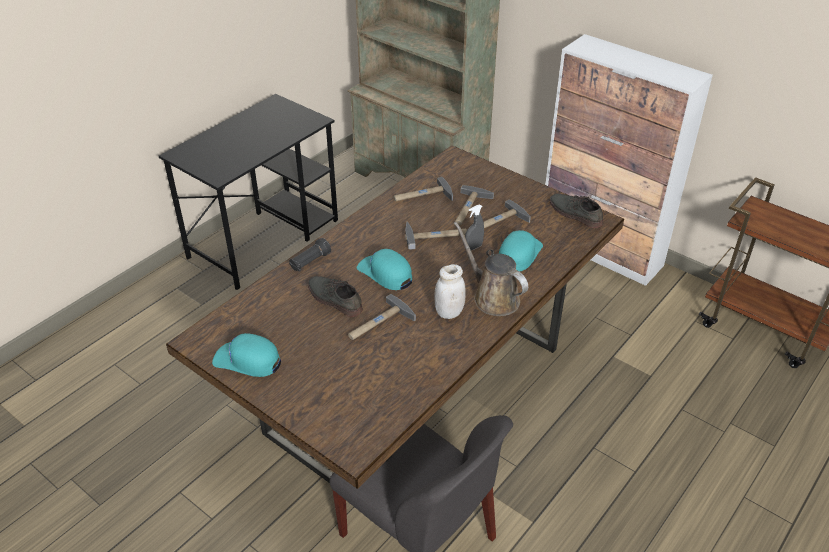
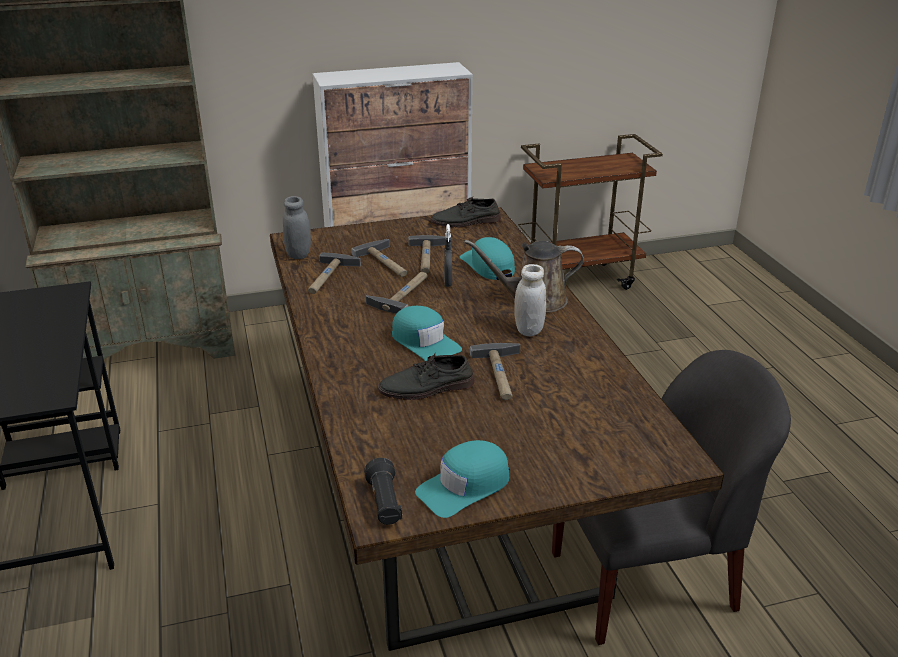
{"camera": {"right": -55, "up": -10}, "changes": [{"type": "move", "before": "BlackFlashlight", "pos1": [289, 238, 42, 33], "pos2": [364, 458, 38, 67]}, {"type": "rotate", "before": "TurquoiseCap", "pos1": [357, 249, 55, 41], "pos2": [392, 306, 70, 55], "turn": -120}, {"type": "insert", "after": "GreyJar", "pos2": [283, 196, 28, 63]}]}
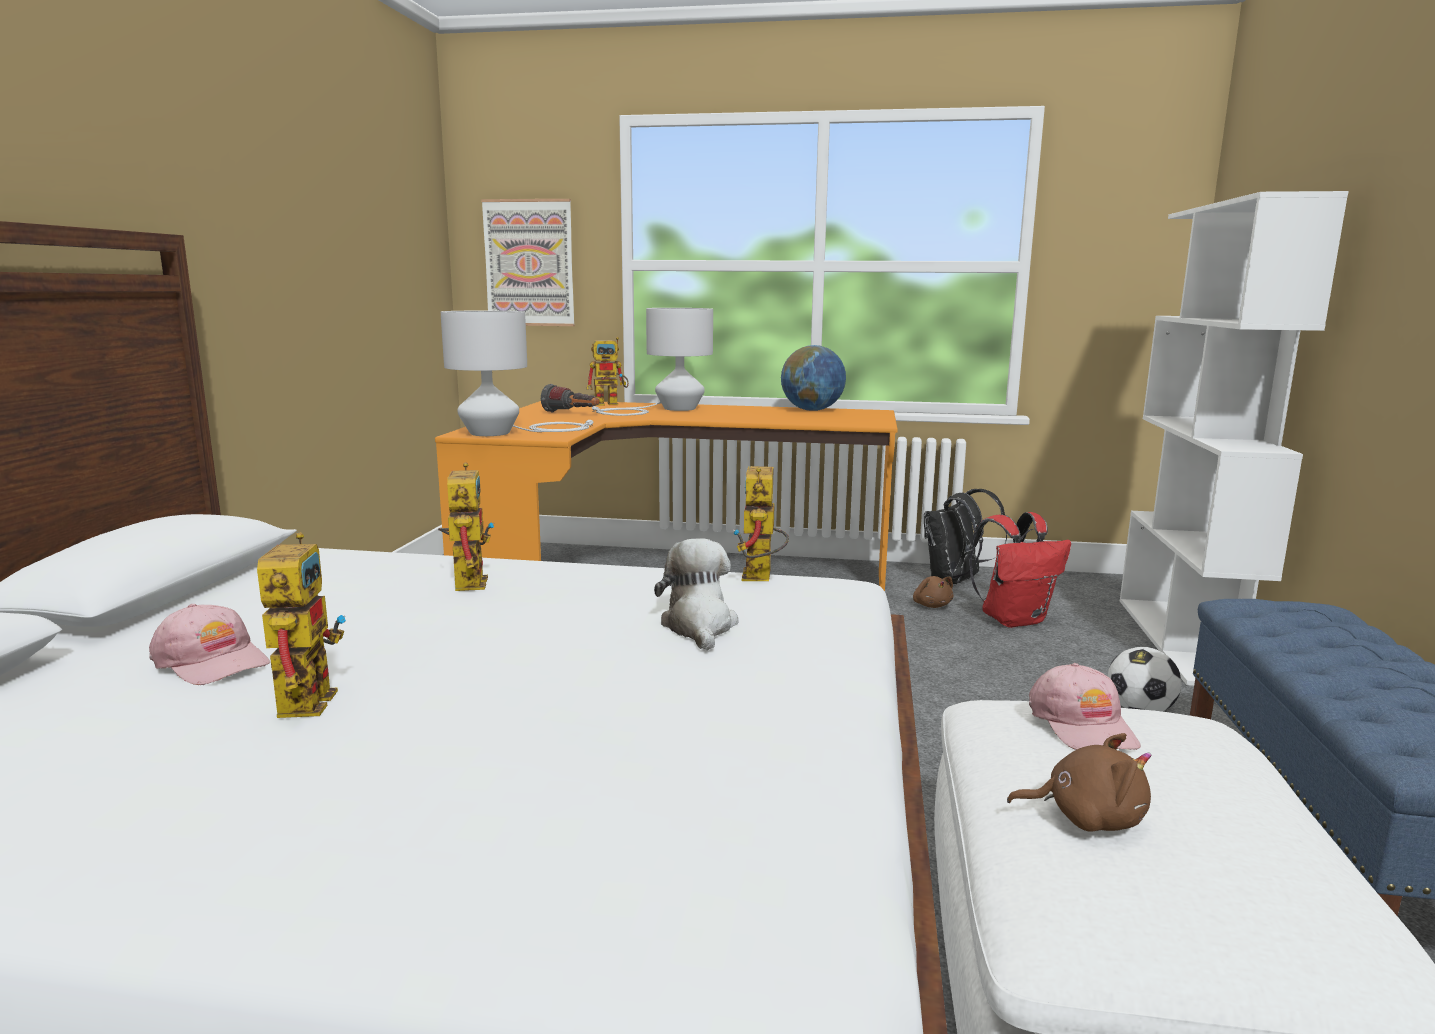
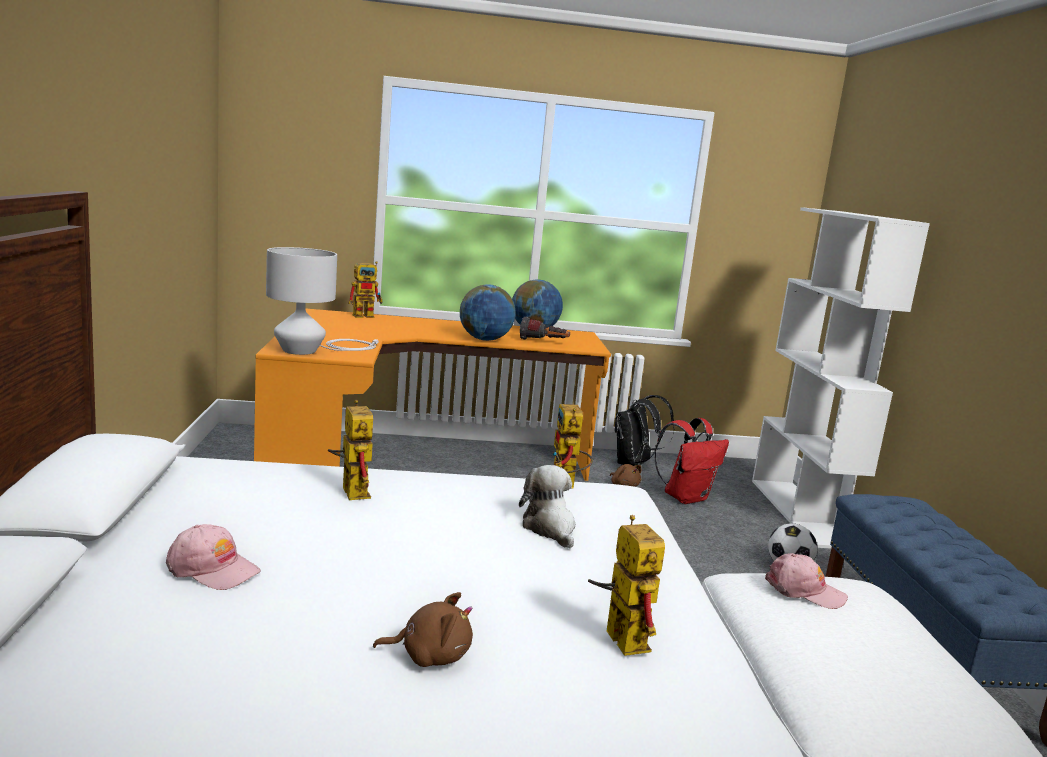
{"camera": {"right": -15, "up": 0}, "changes": [{"type": "delete", "before": "Picture", "pos1": [481, 199, 94, 127]}, {"type": "delete", "before": "WhiteTableLamp", "pos1": [592, 308, 121, 108]}, {"type": "move", "before": "Flashlight", "pos1": [541, 384, 58, 28], "pos2": [520, 317, 50, 23]}, {"type": "move", "before": "ToyRobot", "pos1": [257, 532, 89, 186], "pos2": [588, 515, 77, 141]}, {"type": "rotate", "before": "PinkCap", "pos1": [1029, 663, 112, 87], "pos2": [765, 553, 83, 56], "turn": -45}, {"type": "move", "before": "BrownPlushToy", "pos1": [1007, 733, 145, 99], "pos2": [373, 592, 100, 75]}, {"type": "insert", "after": "Globe", "pos2": [460, 284, 56, 57]}]}
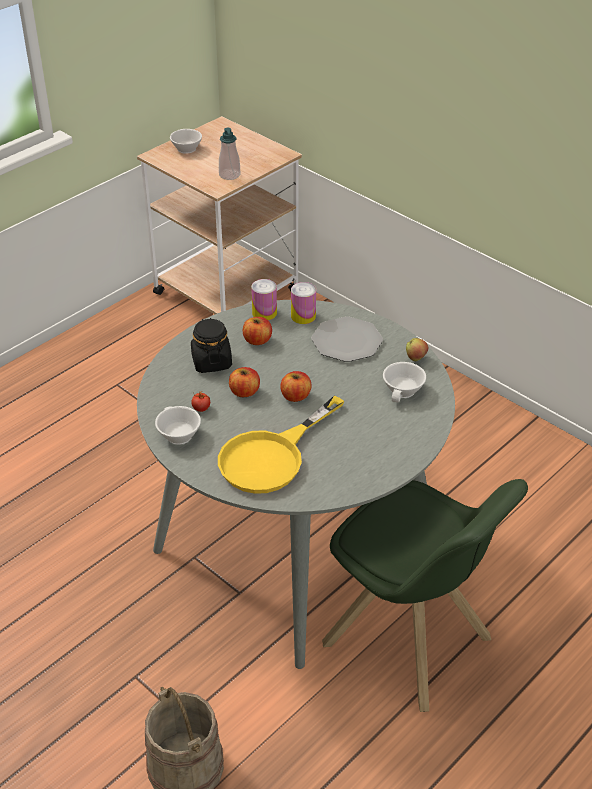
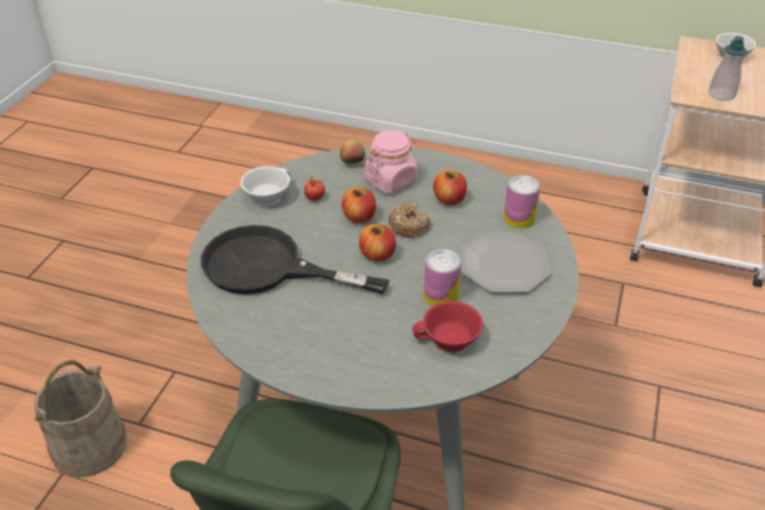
{"camera": {"right": 65, "up": 0}, "changes": [{"type": "move", "before": "Can", "pos1": [251, 279, 26, 41], "pos2": [424, 249, 38, 57]}, {"type": "recolor", "before": "BlackJar", "after": "PinkJar", "pos1": [191, 318, 41, 55], "pos2": [365, 130, 52, 64]}, {"type": "move", "before": "Apple", "pos1": [406, 338, 23, 23], "pos2": [340, 140, 25, 24]}, {"type": "recolor", "before": "WhiteCup", "after": "RedCup", "pos1": [383, 362, 43, 40], "pos2": [413, 301, 70, 51]}, {"type": "recolor", "before": "YellowFryingPan", "after": "BlackFryingPan", "pos1": [218, 396, 126, 98], "pos2": [201, 225, 188, 70]}, {"type": "insert", "after": "Donut", "pos2": [388, 203, 42, 35]}]}
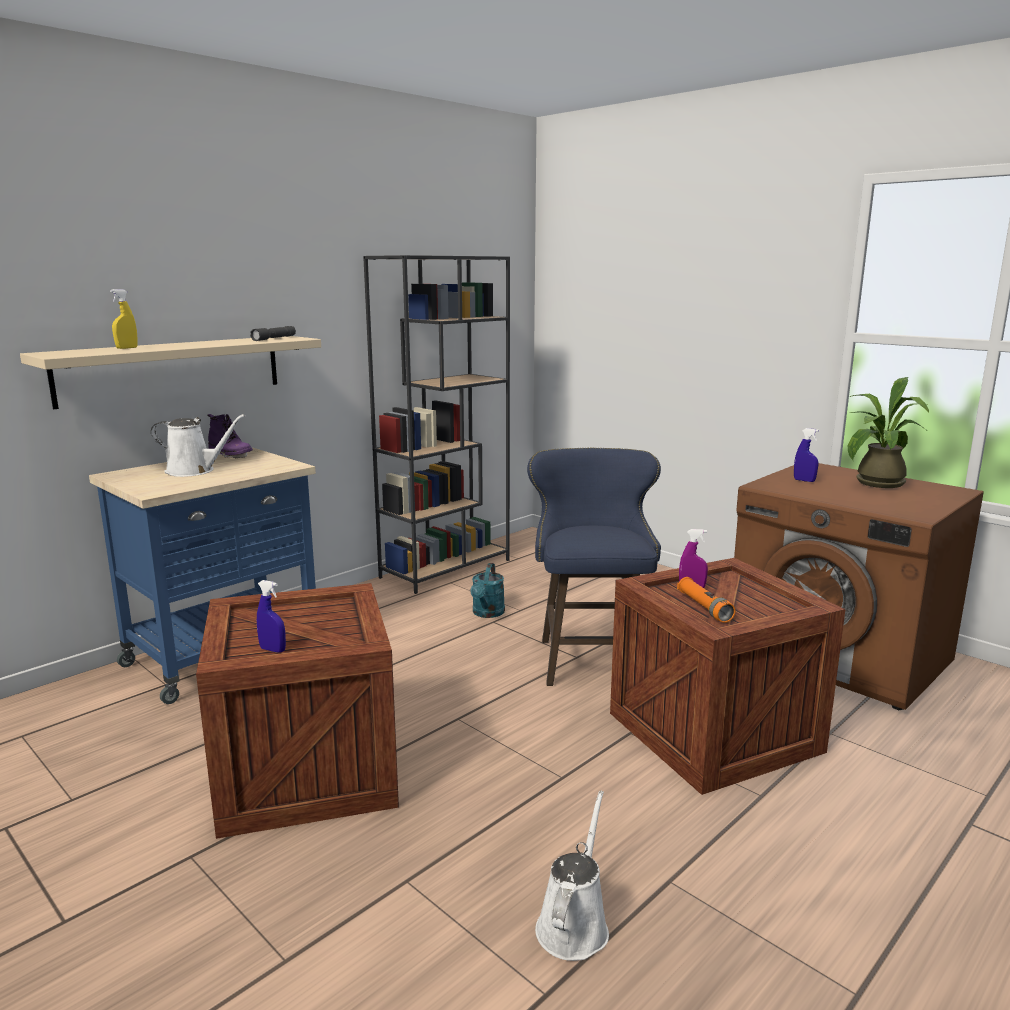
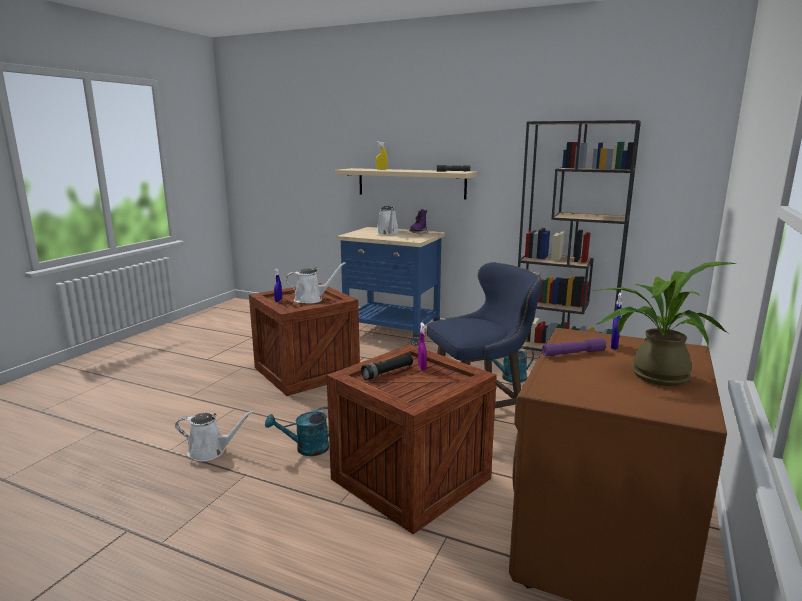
{"camera": {"right": 70, "up": 0}, "changes": [{"type": "recolor", "before": "OrangeFlashlight", "after": "BlackFlashlight", "pos1": [677, 577, 58, 46], "pos2": [361, 353, 52, 27]}, {"type": "insert", "after": "WhiteWateringCan", "pos2": [286, 262, 60, 42]}, {"type": "insert", "after": "PurpleFlashlight", "pos2": [542, 338, 64, 18]}, {"type": "insert", "after": "TurquoiseWateringCan", "pos2": [265, 407, 64, 49]}]}
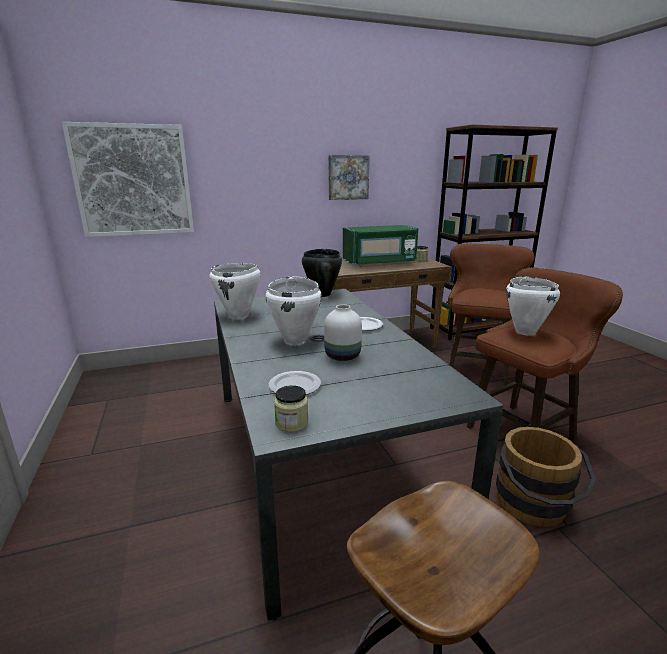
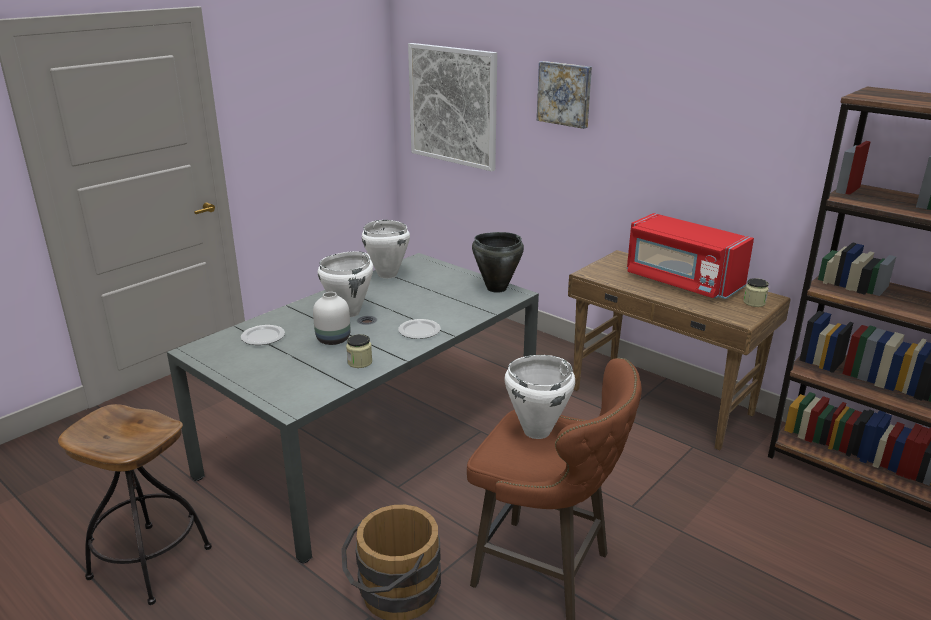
{"camera": {"right": 60, "up": 5}, "changes": [{"type": "move", "before": "Picture", "pos1": [329, 155, 41, 45], "pos2": [537, 61, 55, 68]}, {"type": "recolor", "before": "GreenMicrowave", "after": "RedMicrowave", "pos1": [343, 225, 75, 41], "pos2": [627, 213, 127, 86]}, {"type": "delete", "before": "BrownStool", "pos1": [448, 243, 87, 143]}, {"type": "move", "before": "Jar", "pos1": [274, 385, 34, 47], "pos2": [346, 334, 26, 34]}]}
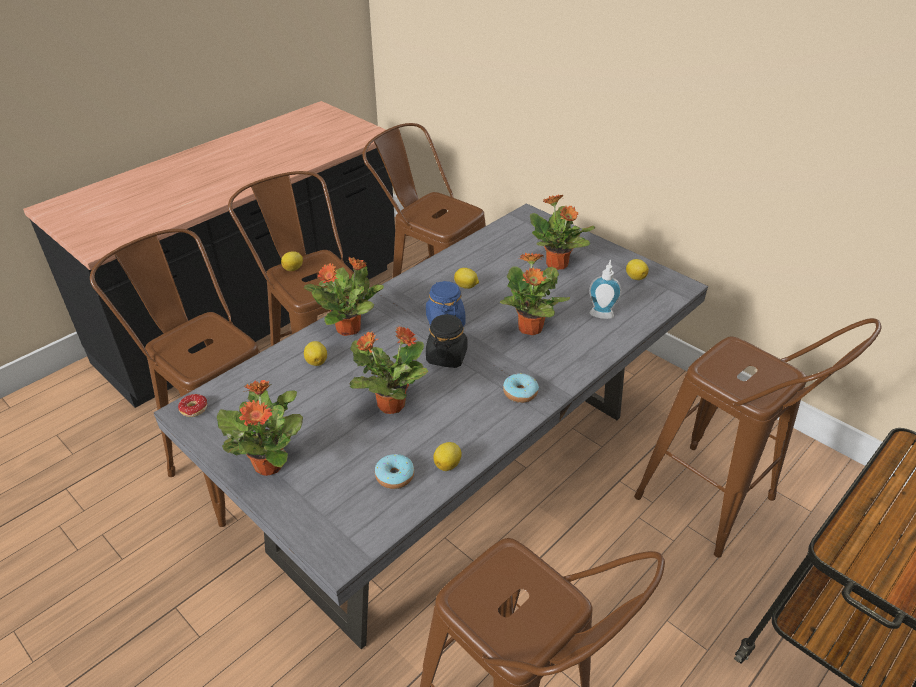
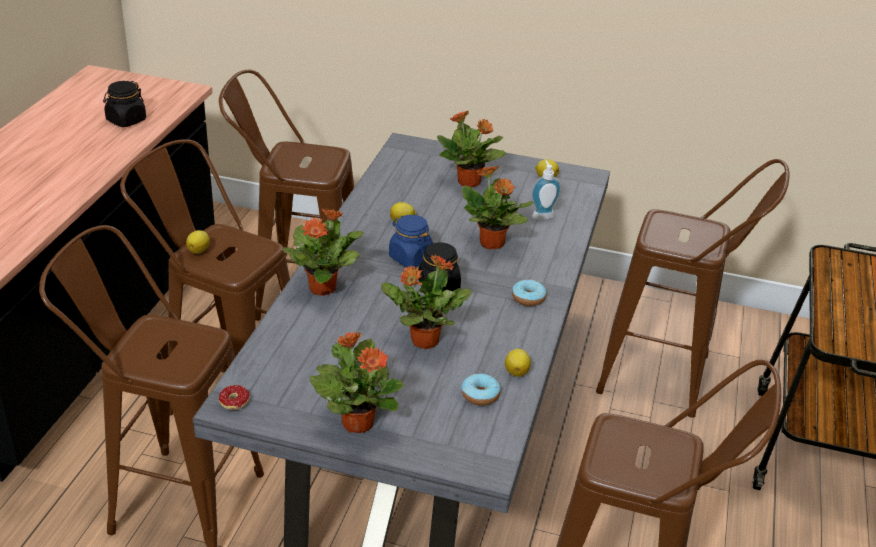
{"camera": {"right": -30, "up": -5}, "changes": [{"type": "delete", "before": "Lemon", "pos1": [304, 341, 23, 25]}, {"type": "insert", "after": "BlackJar", "pos2": [103, 81, 43, 46]}]}
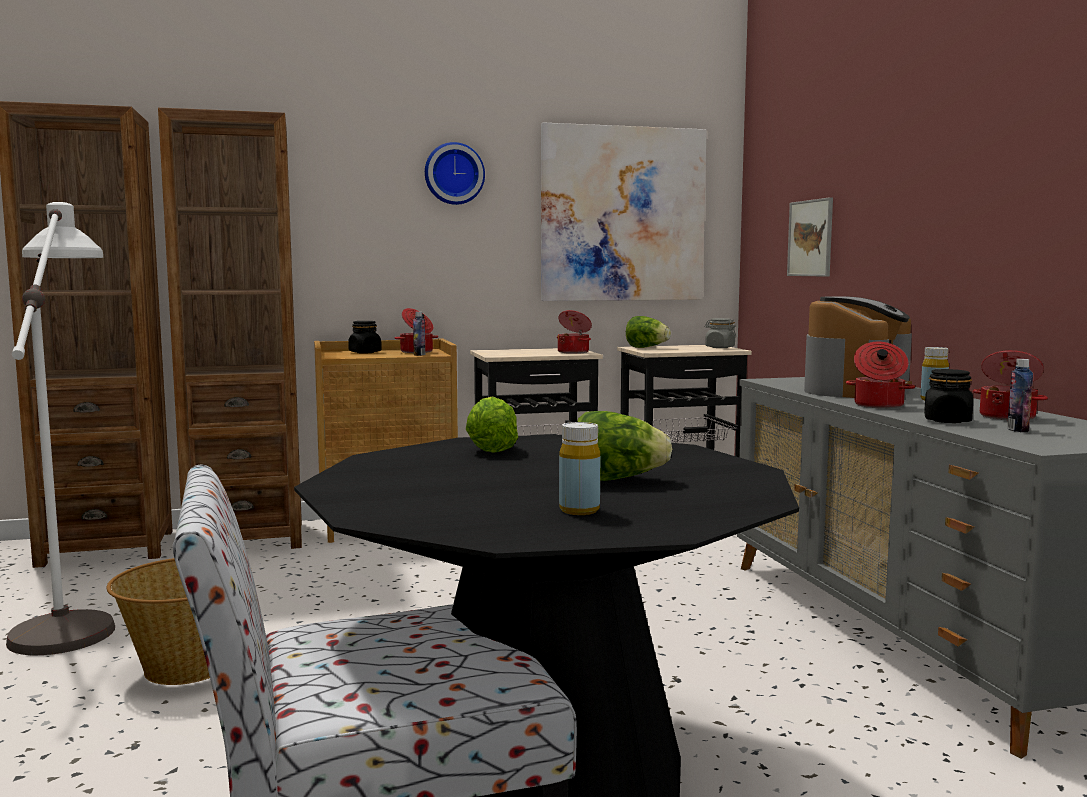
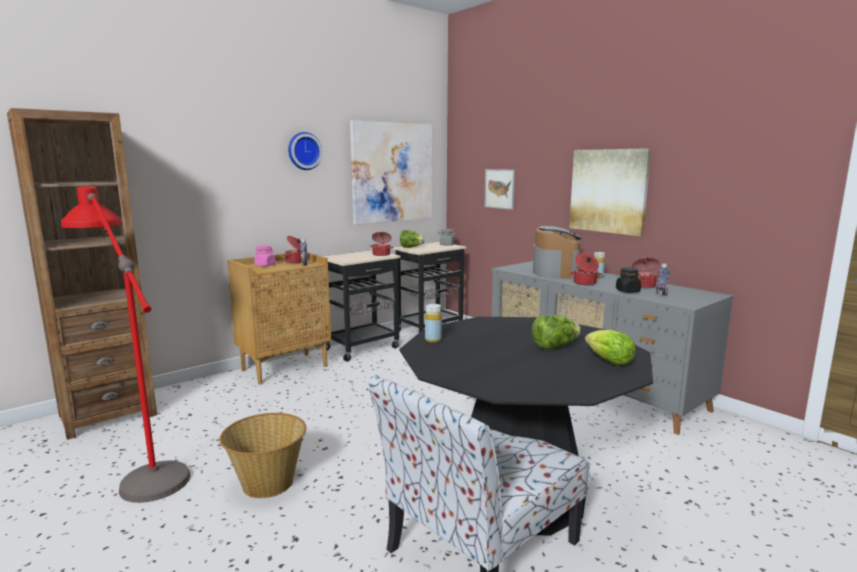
{"camera": {"right": -25, "up": 5}, "changes": [{"type": "delete", "before": "BrownBookcase", "pos1": [158, 107, 144, 442]}, {"type": "recolor", "before": "WhiteFloorLamp", "after": "RedFloorLamp", "pos1": [6, 202, 109, 453], "pos2": [61, 186, 129, 317]}, {"type": "recolor", "before": "BlackJar", "after": "PinkJar", "pos1": [348, 321, 34, 33], "pos2": [254, 245, 22, 21]}, {"type": "move", "before": "Lettuce", "pos1": [466, 396, 52, 57], "pos2": [585, 330, 51, 35]}, {"type": "move", "before": "YellowBottle", "pos1": [559, 422, 41, 93], "pos2": [425, 304, 17, 39]}, {"type": "insert", "after": "Picture", "pos2": [569, 148, 82, 88]}]}
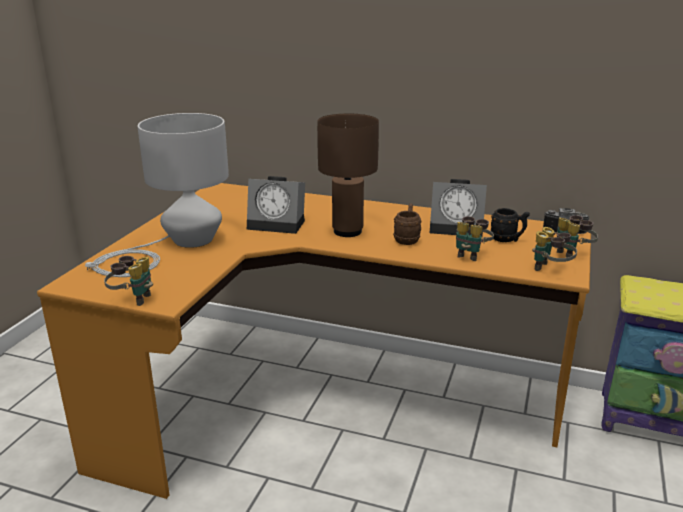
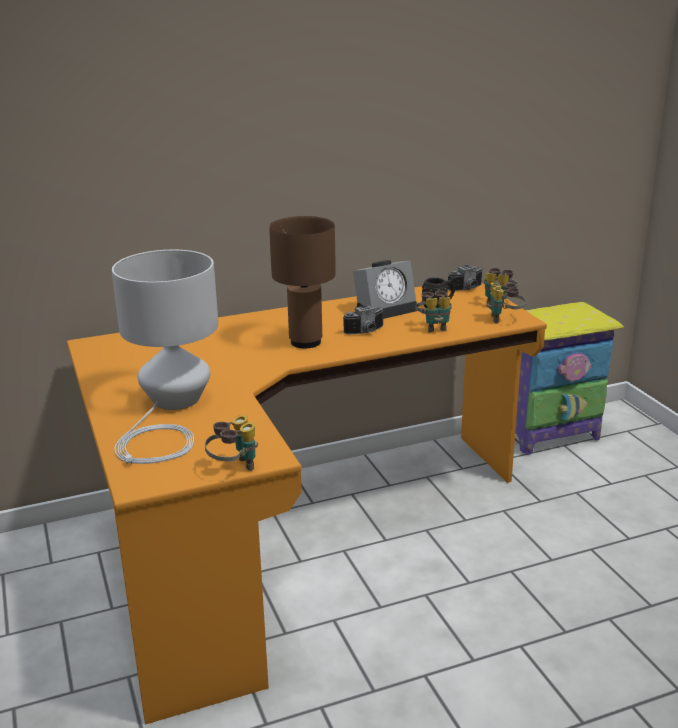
{"camera": {"right": -40, "up": 0}, "changes": [{"type": "delete", "before": "AlarmClock", "pos1": [247, 176, 58, 58]}, {"type": "replace", "before": "BrownMug", "after": "PhotoCamera", "pos1": [393, 203, 29, 42], "pos2": [343, 305, 41, 29]}]}
